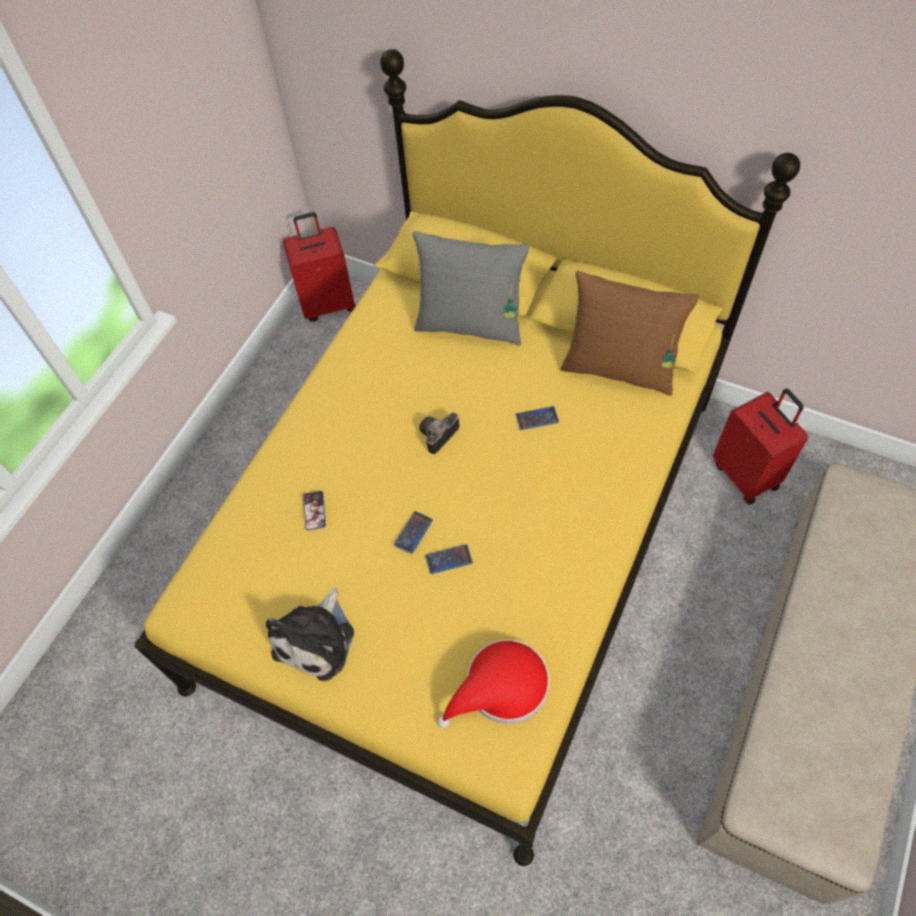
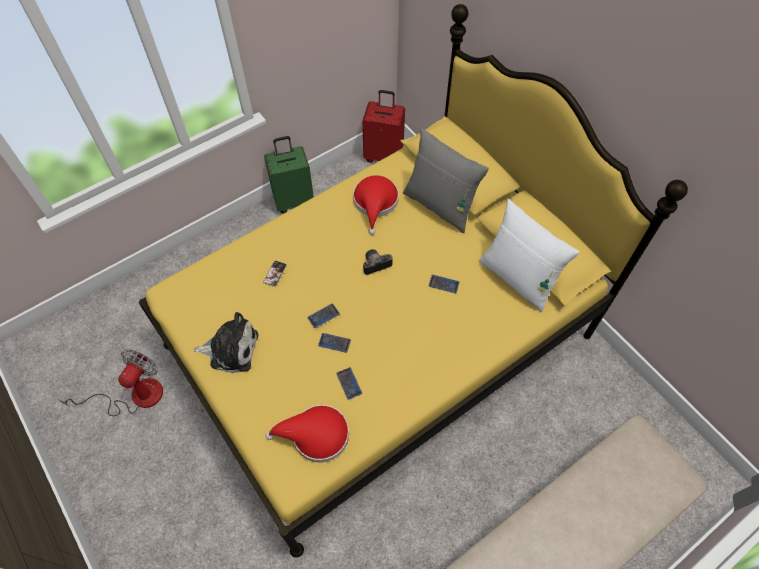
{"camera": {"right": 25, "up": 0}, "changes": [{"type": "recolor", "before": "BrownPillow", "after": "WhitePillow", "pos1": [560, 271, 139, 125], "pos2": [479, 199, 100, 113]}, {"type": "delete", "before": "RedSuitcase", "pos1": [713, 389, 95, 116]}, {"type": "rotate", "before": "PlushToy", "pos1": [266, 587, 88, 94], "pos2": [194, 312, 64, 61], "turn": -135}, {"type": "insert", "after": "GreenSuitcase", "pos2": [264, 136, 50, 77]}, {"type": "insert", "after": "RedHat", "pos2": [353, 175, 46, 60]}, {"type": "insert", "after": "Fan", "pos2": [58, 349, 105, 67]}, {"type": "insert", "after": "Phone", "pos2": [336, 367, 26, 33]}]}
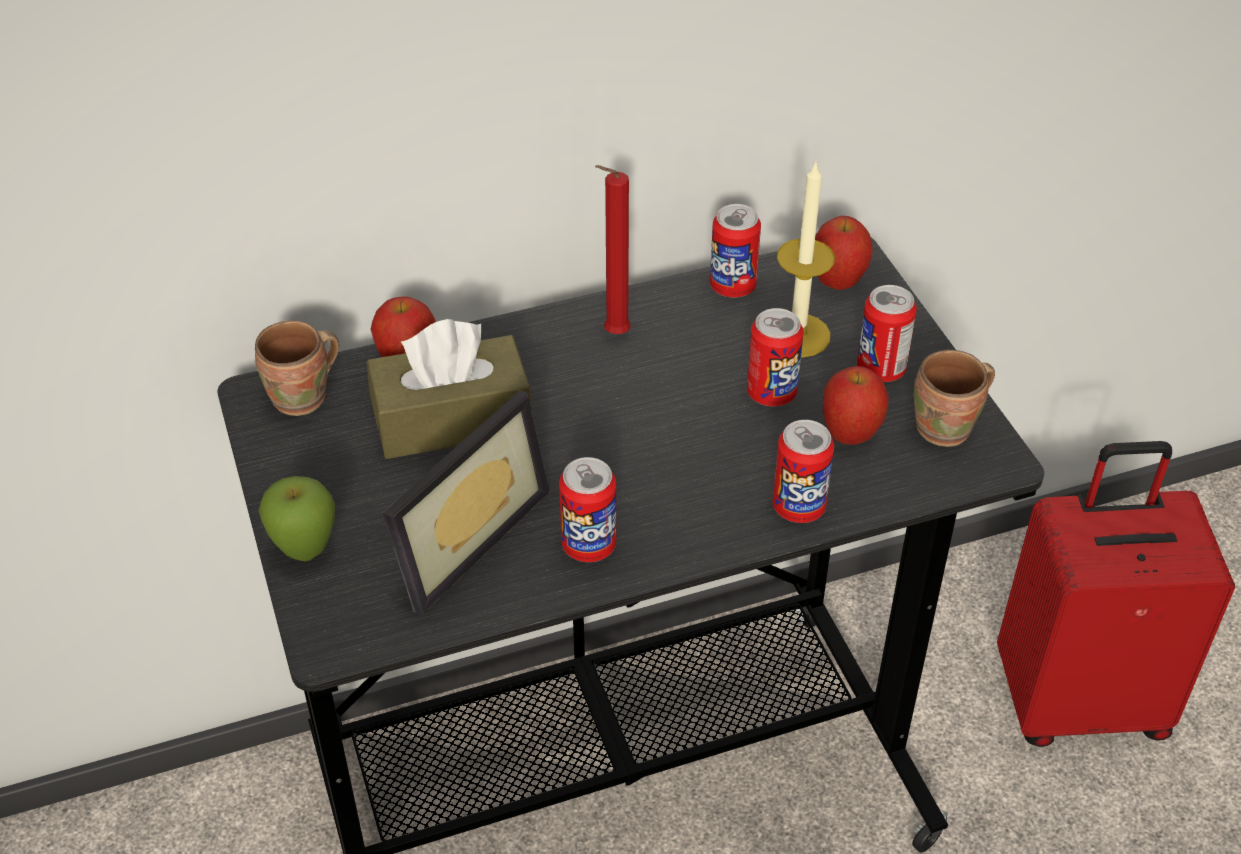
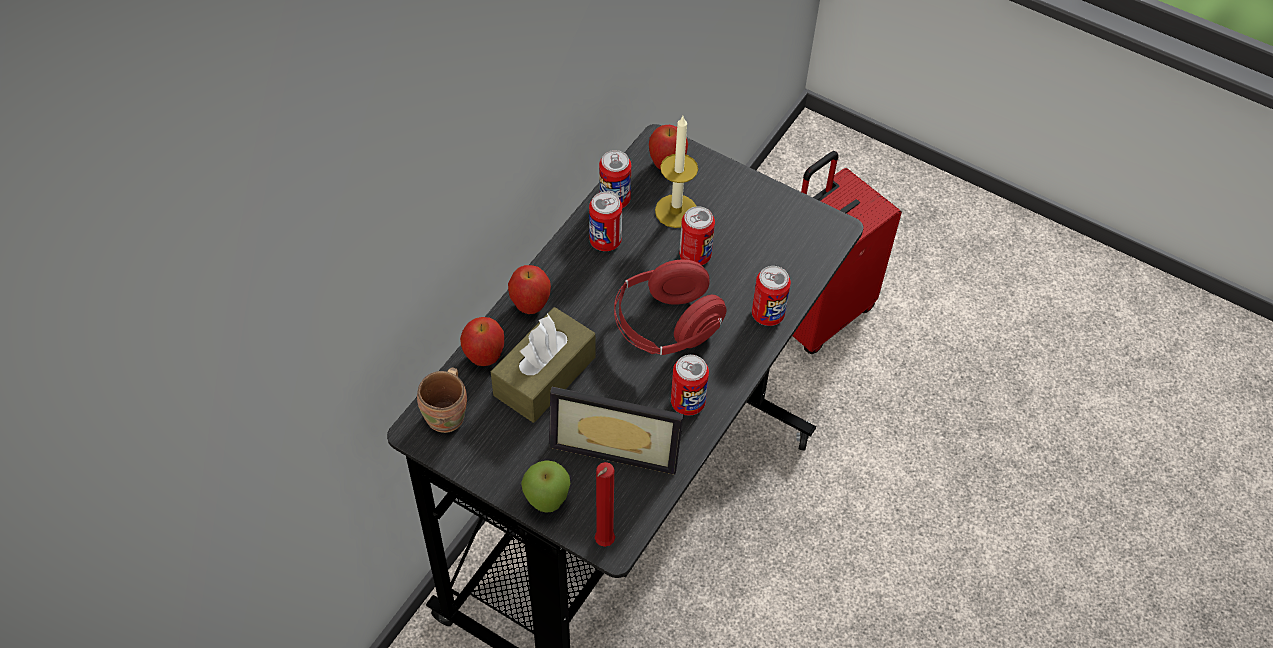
{"camera": {"right": -40, "up": 10}, "changes": [{"type": "move", "before": "RedCandle", "pos1": [595, 165, 36, 169], "pos2": [595, 462, 20, 85]}, {"type": "move", "before": "Can", "pos1": [857, 285, 60, 97], "pos2": [589, 192, 33, 59]}, {"type": "delete", "before": "BrownMug", "pos1": [914, 350, 81, 97]}, {"type": "move", "before": "Apple", "pos1": [823, 366, 66, 79], "pos2": [508, 265, 43, 49]}, {"type": "rotate", "before": "PictureFrame", "pos1": [382, 390, 168, 225], "pos2": [549, 387, 135, 88], "turn": 105}, {"type": "insert", "after": "RedHeadphones", "pos2": [614, 260, 112, 95]}]}
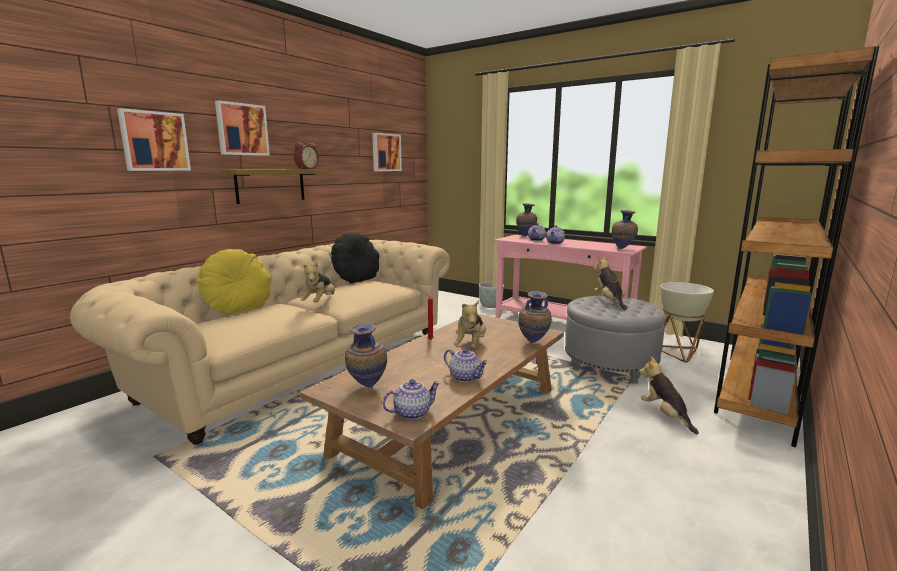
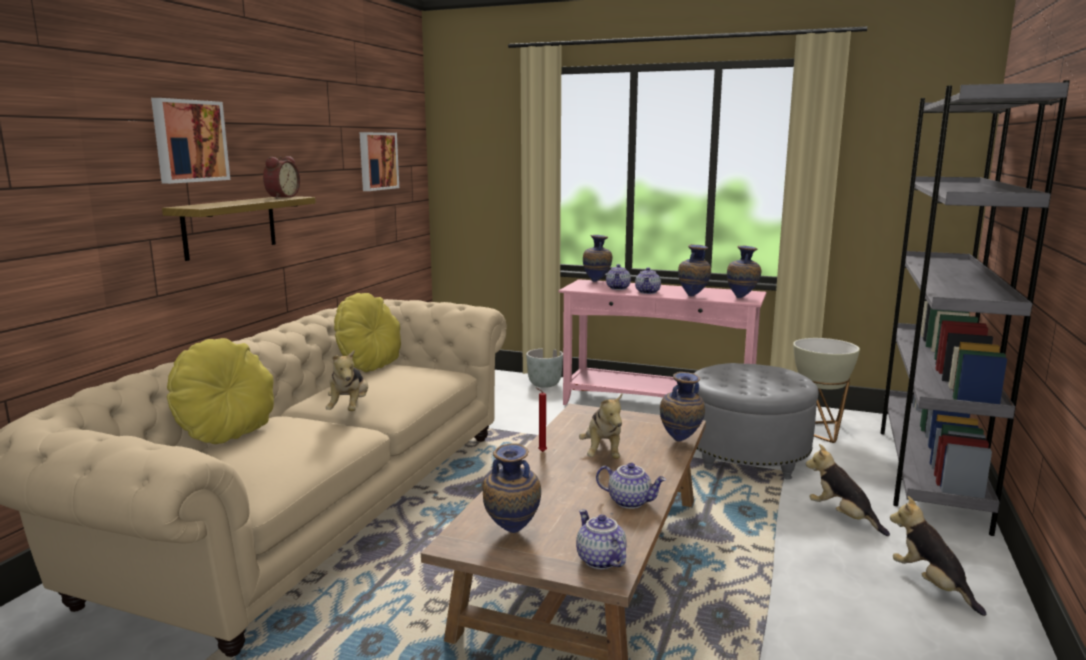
{"camera": {"right": -15, "up": 0}, "changes": [{"type": "recolor", "before": "BrownBookcase", "after": "GreyBookcase", "pos1": [714, 46, 165, 401], "pos2": [881, 80, 189, 456]}, {"type": "delete", "before": "Picture", "pos1": [117, 108, 74, 63]}, {"type": "recolor", "before": "BlackPillow", "after": "YellowPillow", "pos1": [331, 232, 48, 52], "pos2": [334, 293, 67, 79]}, {"type": "move", "before": "PlushToy", "pos1": [594, 257, 33, 53], "pos2": [890, 496, 96, 120]}, {"type": "rotate", "before": "Teapot", "pos1": [382, 379, 58, 41], "pos2": [576, 510, 51, 59], "turn": -75}, {"type": "insert", "after": "Vase", "pos2": [678, 244, 33, 52]}]}
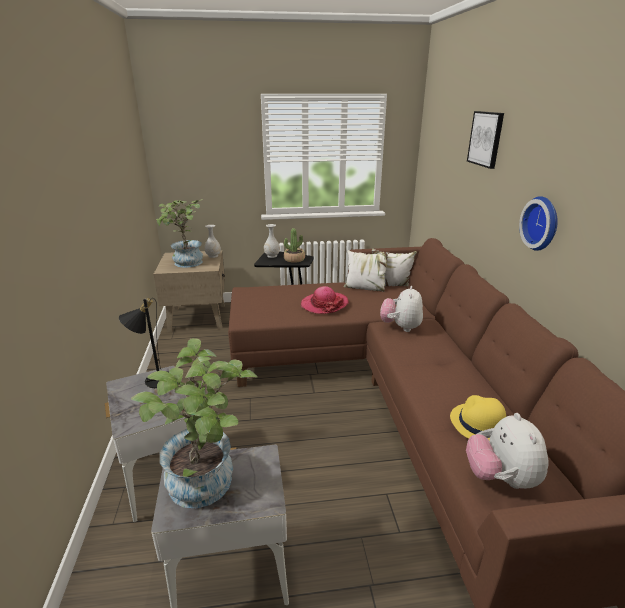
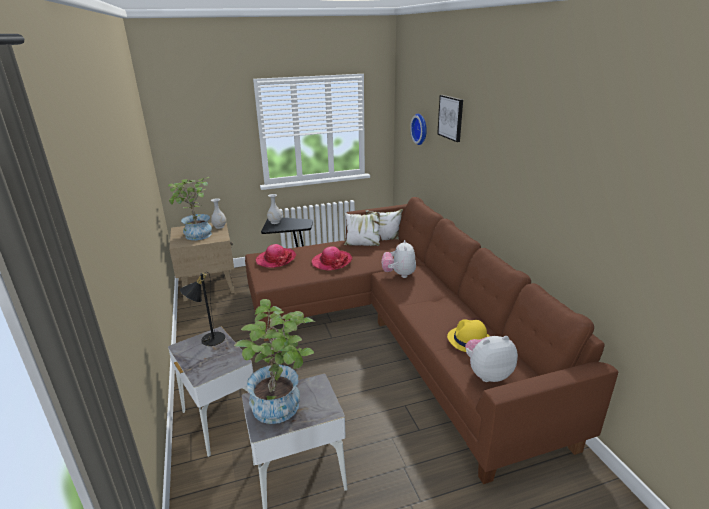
{"camera": {"right": -10, "up": 0}, "changes": [{"type": "move", "before": "WallClock", "pos1": [519, 196, 39, 55], "pos2": [410, 114, 17, 31]}, {"type": "delete", "before": "PottedPlant", "pos1": [284, 228, 21, 35]}, {"type": "rotate", "before": "PlushToy", "pos1": [466, 413, 83, 76], "pos2": [465, 336, 53, 46], "turn": 90}, {"type": "insert", "after": "Hat", "pos2": [256, 244, 41, 24]}]}
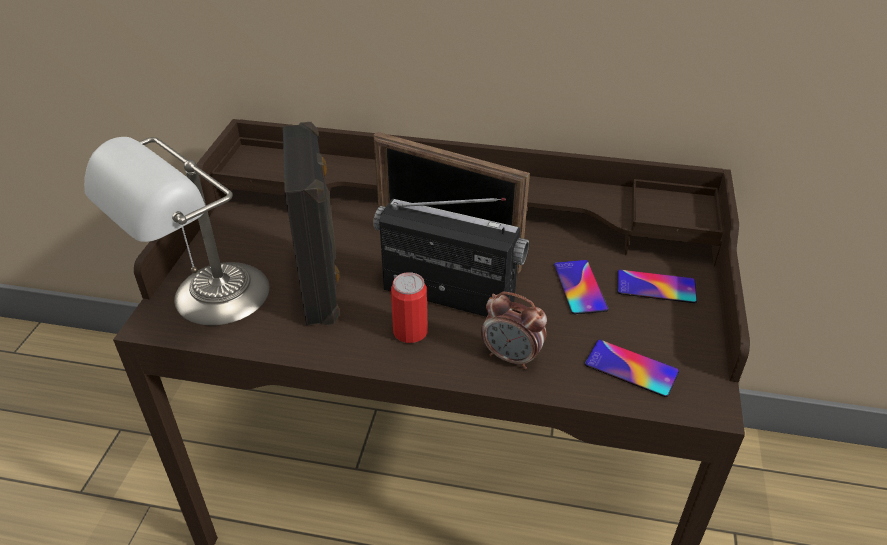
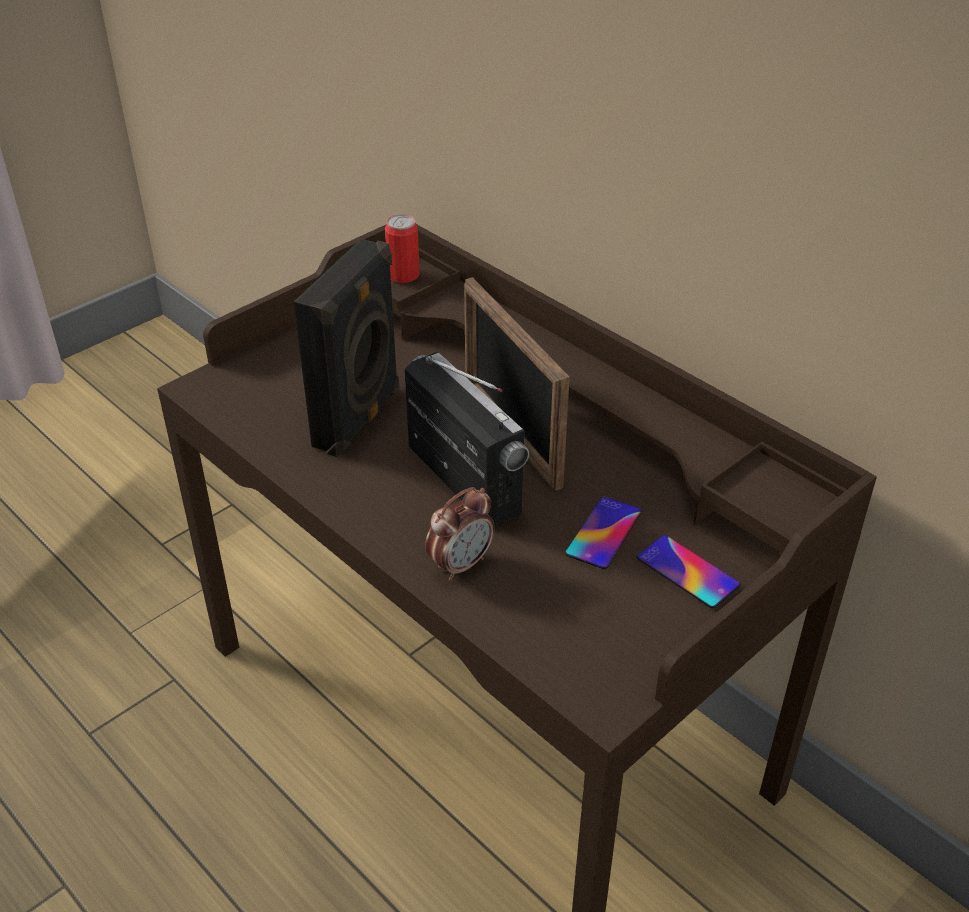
{"camera": {"right": 35, "up": 0}, "changes": [{"type": "delete", "before": "WhiteTableLamp", "pos1": [84, 137, 186, 189]}, {"type": "move", "before": "Can", "pos1": [391, 272, 37, 71], "pos2": [385, 214, 35, 69]}, {"type": "rotate", "before": "AlarmClock", "pos1": [481, 292, 66, 77], "pos2": [425, 487, 70, 94], "turn": -105}, {"type": "delete", "before": "Phone", "pos1": [585, 340, 94, 57]}]}
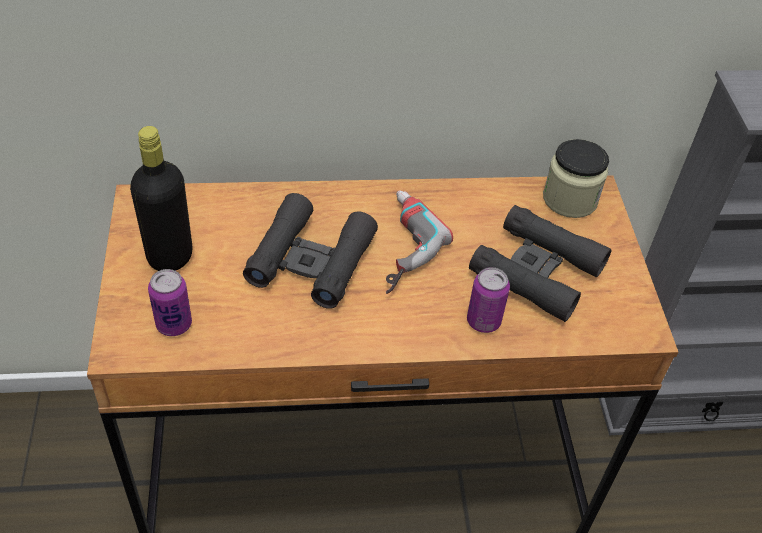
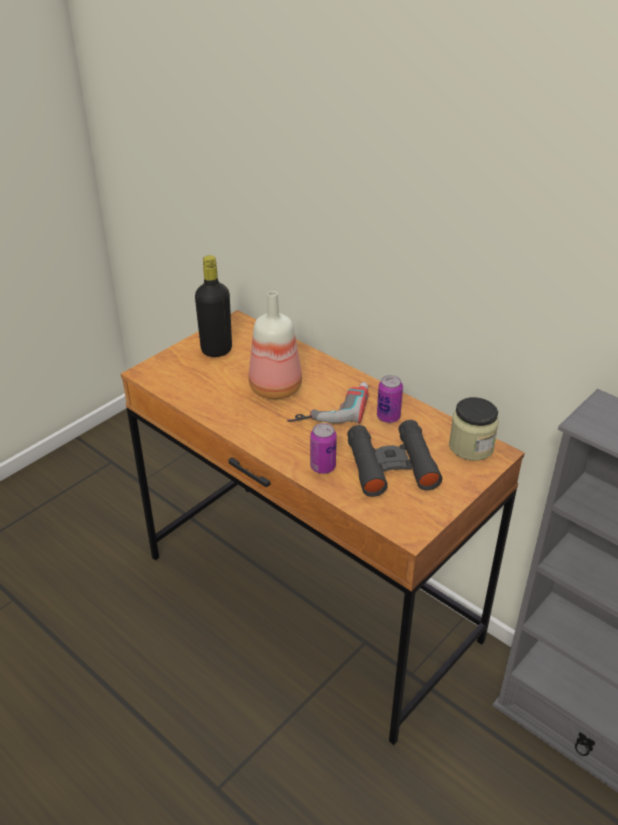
{"camera": {"right": 50, "up": -10}, "changes": [{"type": "replace", "before": "BlackBinoculars", "after": "Bottle", "pos1": [243, 193, 135, 116], "pos2": [249, 291, 53, 108]}, {"type": "move", "before": "Can", "pos1": [148, 269, 44, 67], "pos2": [377, 375, 26, 48]}]}
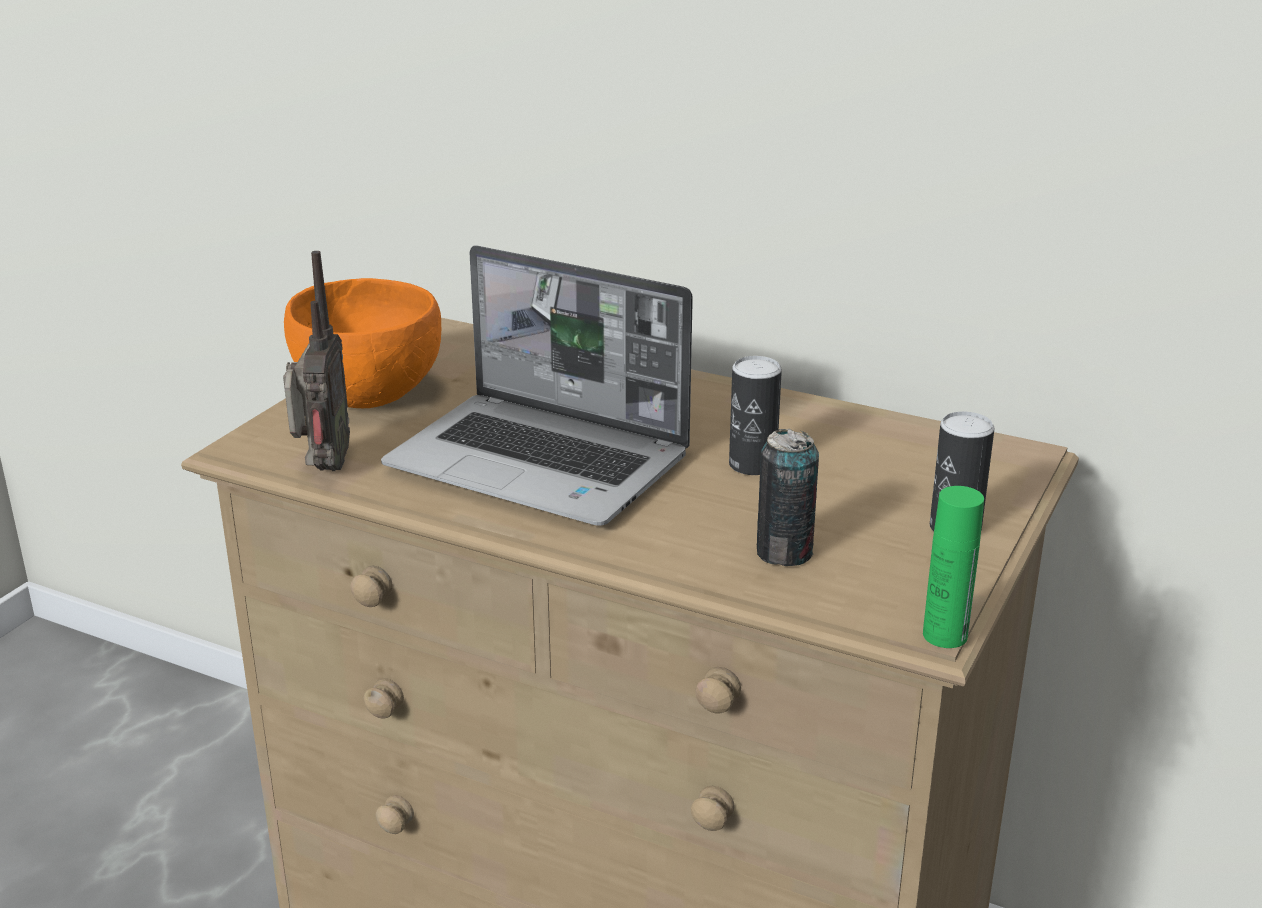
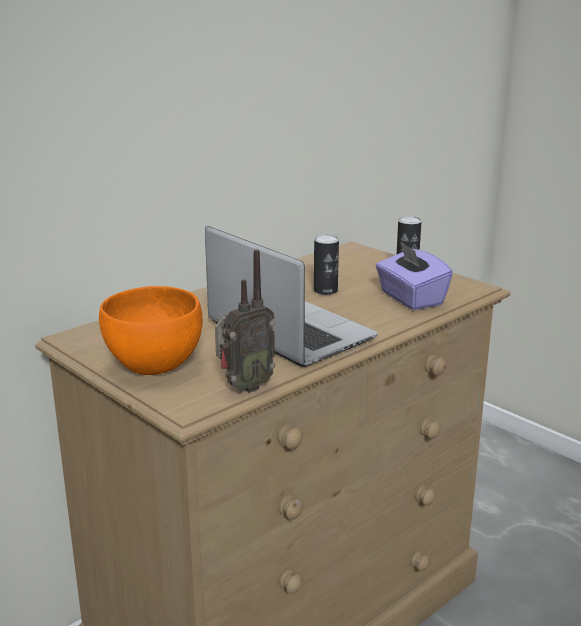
{"camera": {"right": -70, "up": -5}, "changes": [{"type": "rotate", "before": "Laptop", "pos1": [381, 245, 312, 281], "pos2": [205, 226, 173, 141], "turn": -90}, {"type": "rotate", "before": "Radio", "pos1": [283, 251, 67, 220], "pos2": [215, 249, 60, 144], "turn": 120}, {"type": "replace", "before": "Can", "after": "PurpleTissueBox", "pos1": [757, 429, 62, 137], "pos2": [376, 241, 77, 69]}, {"type": "delete", "before": "GreenBottle", "pos1": [923, 486, 61, 162]}]}
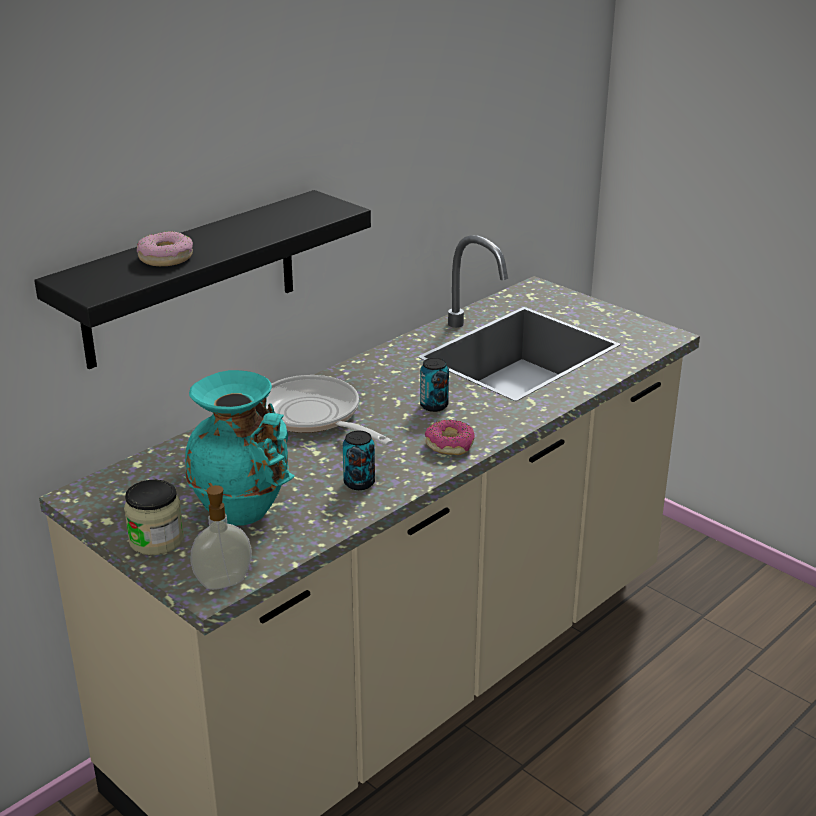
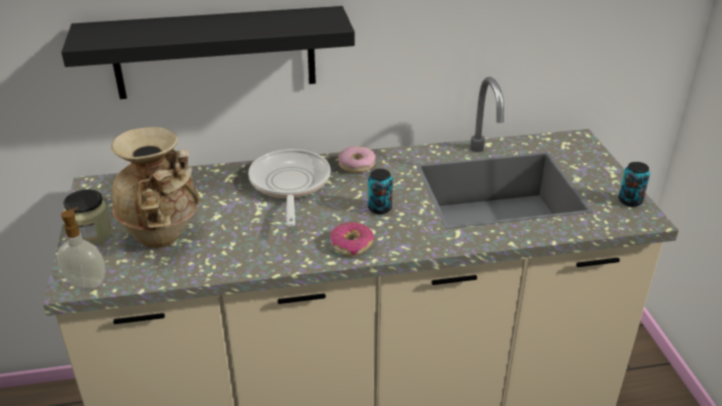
{"camera": {"right": 35, "up": 5}, "changes": [{"type": "move", "before": "Donut", "pos1": [137, 231, 56, 35], "pos2": [338, 147, 37, 26]}, {"type": "recolor", "before": "TurquoiseVase", "after": "BeigeVase", "pos1": [185, 370, 110, 156], "pos2": [111, 127, 90, 121]}, {"type": "move", "before": "Can", "pos1": [342, 431, 33, 59], "pos2": [618, 162, 32, 45]}]}
